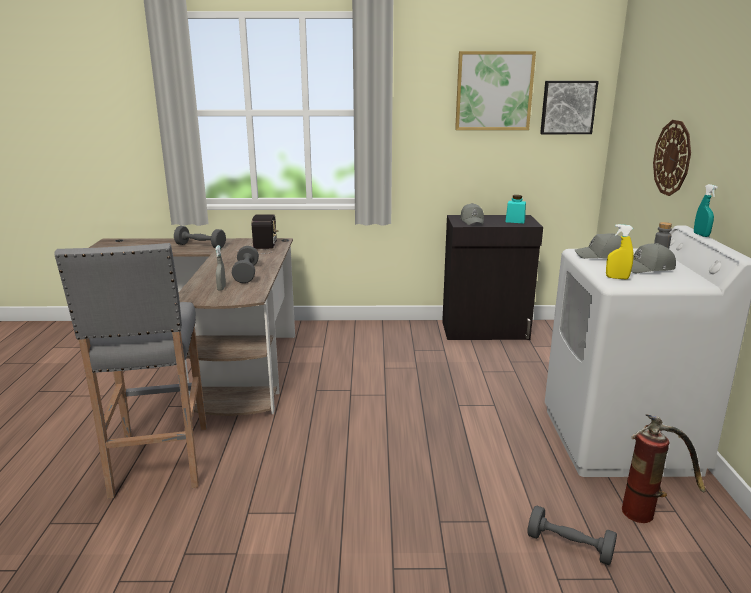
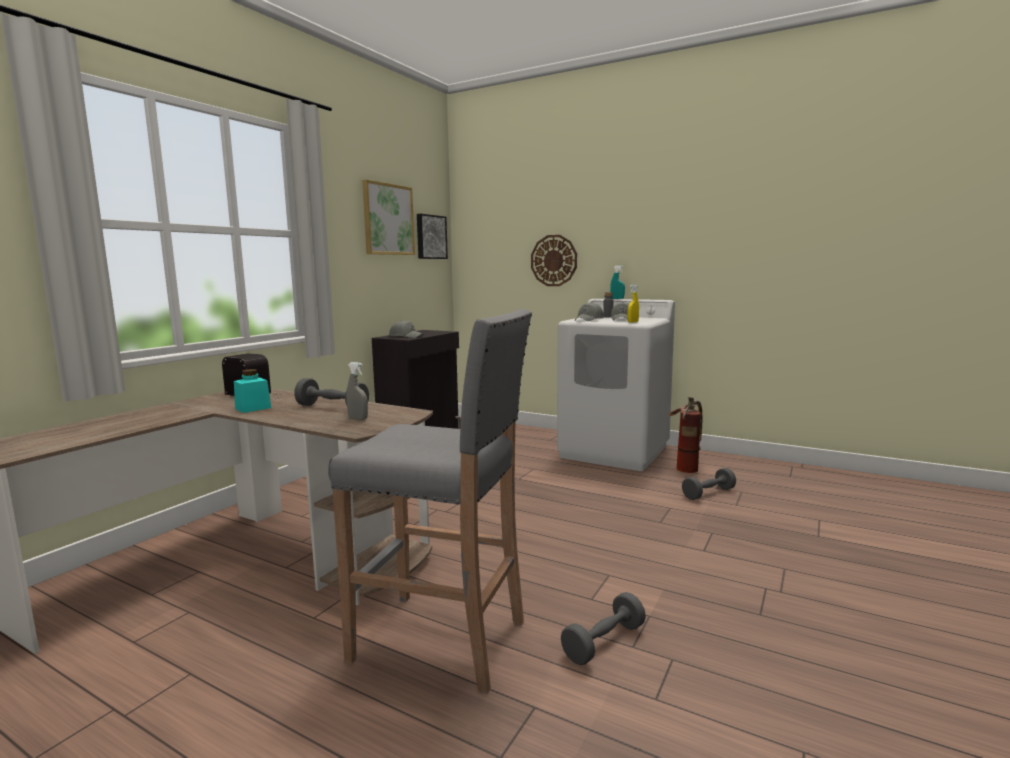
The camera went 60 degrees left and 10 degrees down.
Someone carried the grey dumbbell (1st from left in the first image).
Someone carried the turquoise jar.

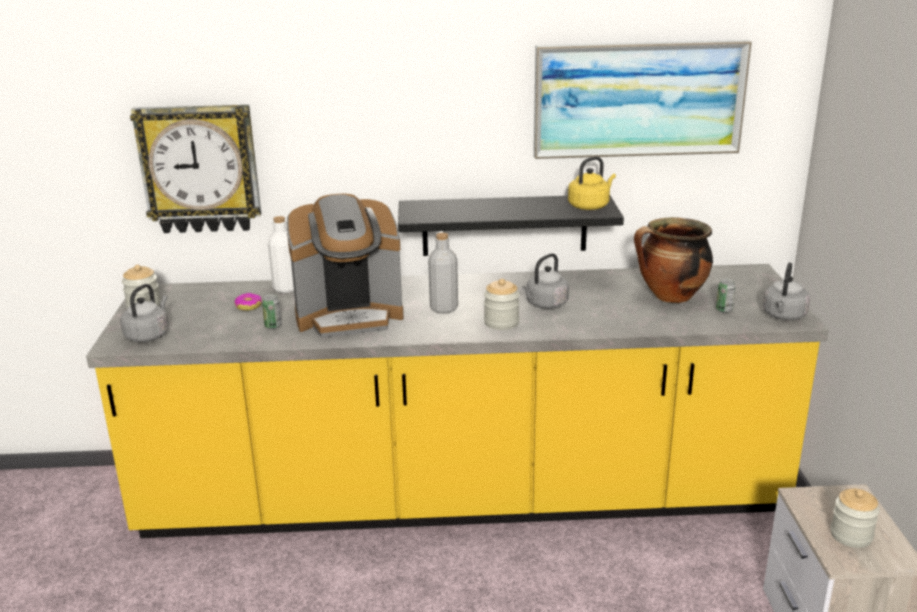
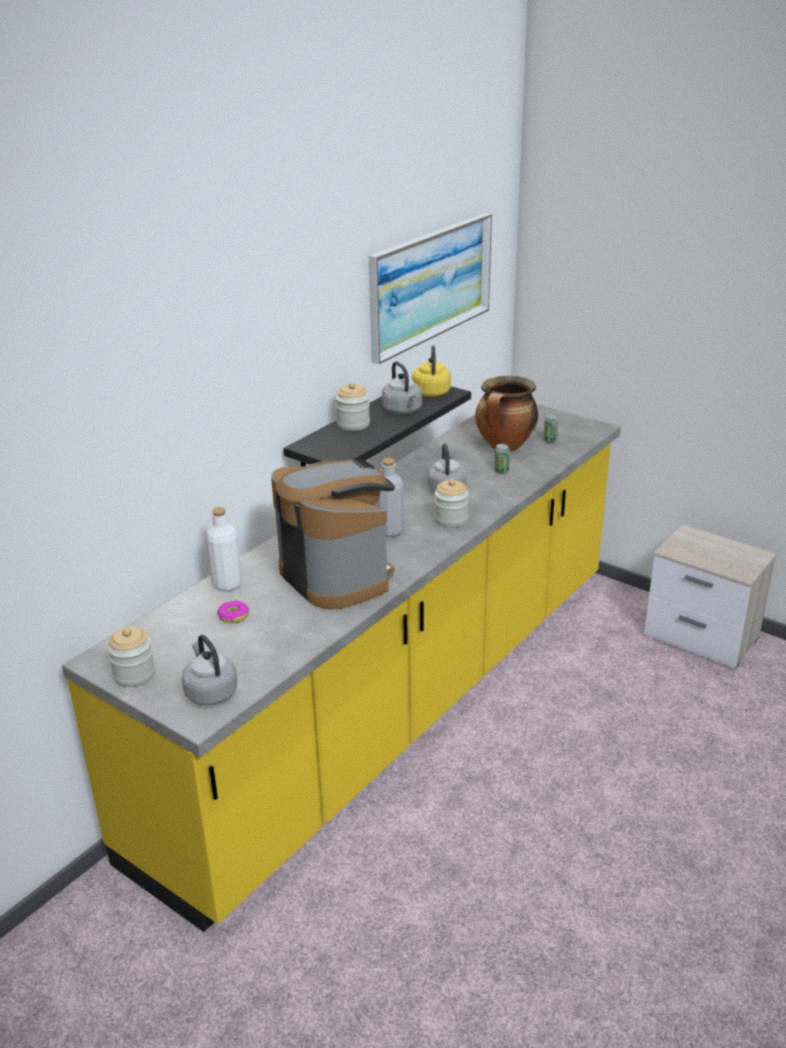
The camera went 50 degrees left and 5 degrees up.
Someone took away the wall clock.
Someone carried the can (1st from left).
Someone carried the grey kettle (3rd from left in the first image).
Someone carried the jar (3rd from left in the first image).
Someone rotated the coffee machine by 60 degrees counterclockwise.

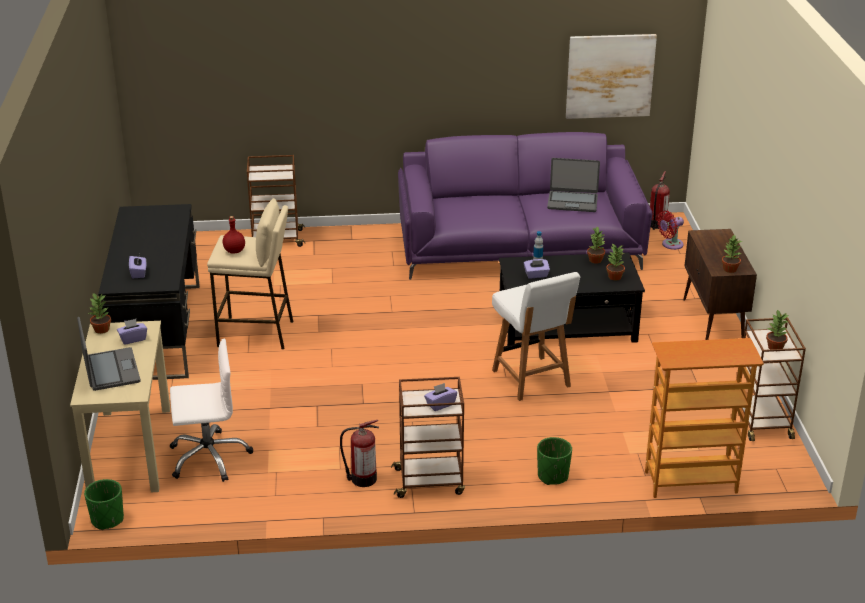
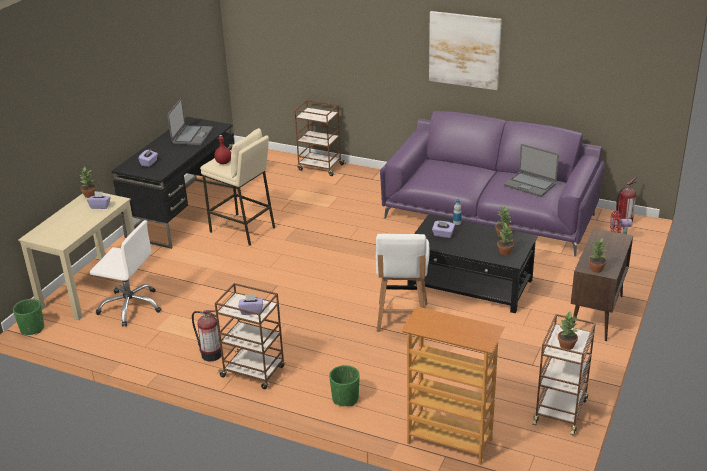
The camera went 30 degrees right and 0 degrees up.
Someone carried the laptop (1st from left).
Someone carried the picture.

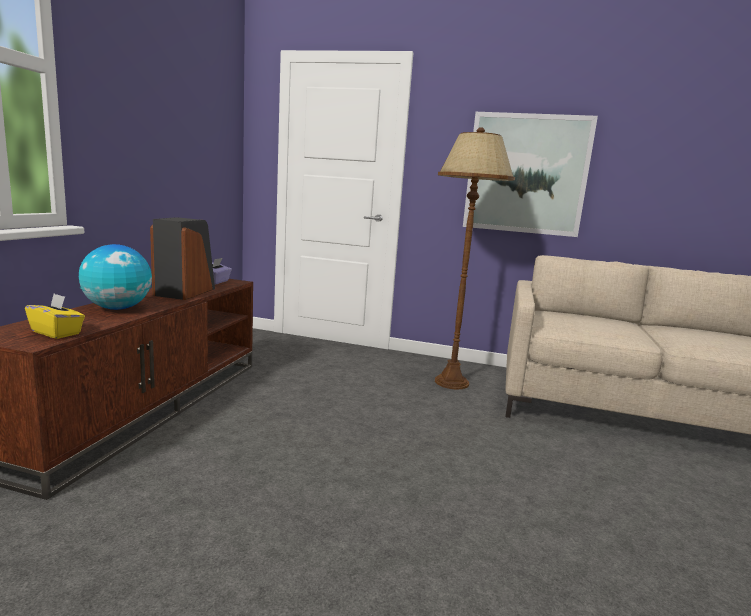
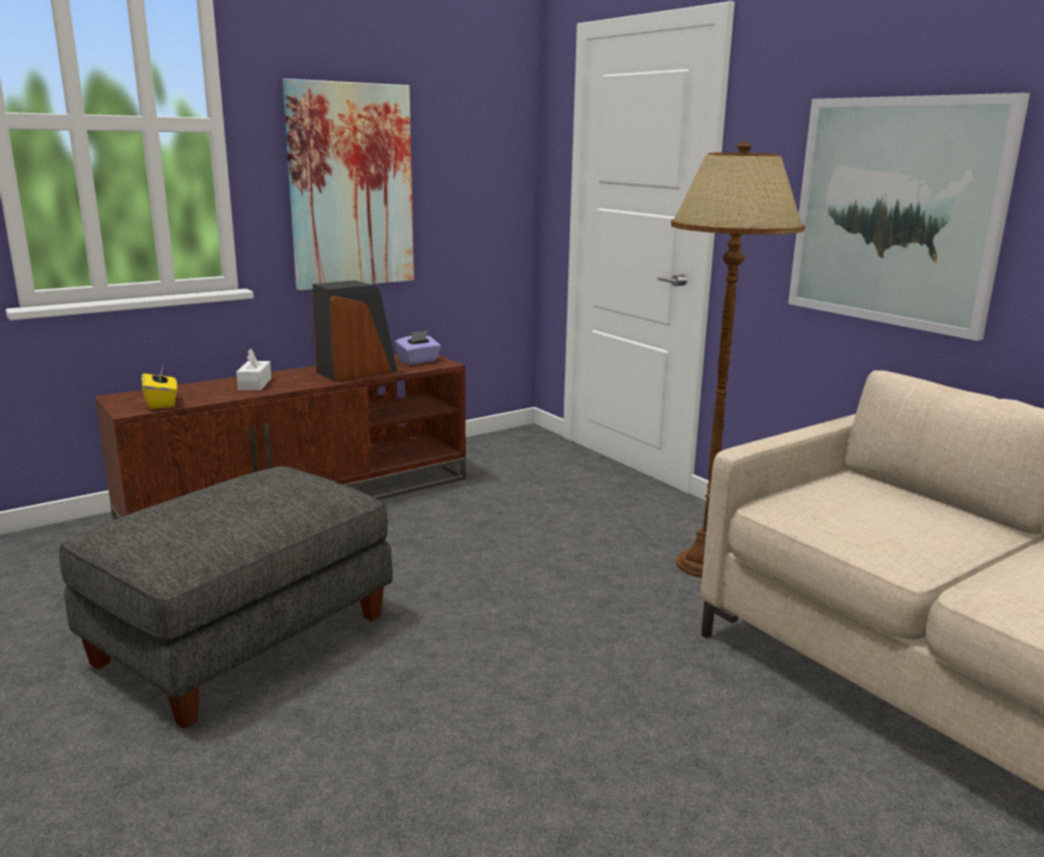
The camera went 40 degrees right and 5 degrees up.
Someone put down the grey ottoman.
Someone put up the picture (1st from left).
Someone swapped the globe for the white tissue box.

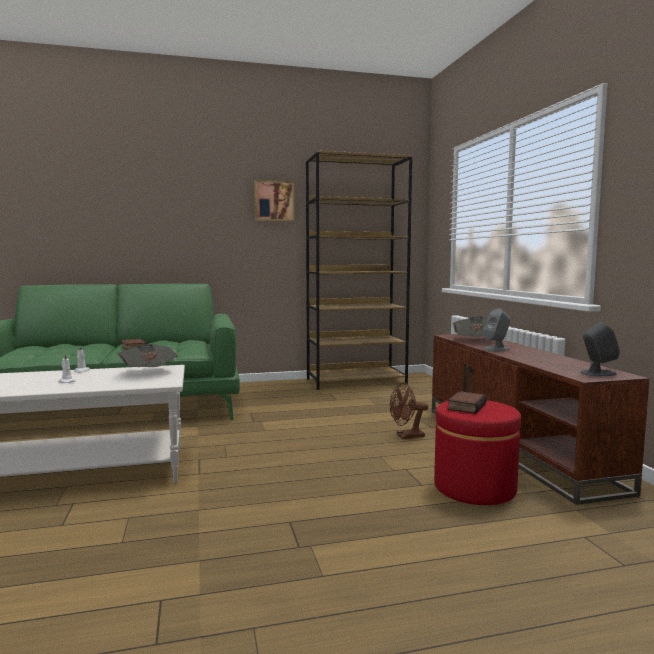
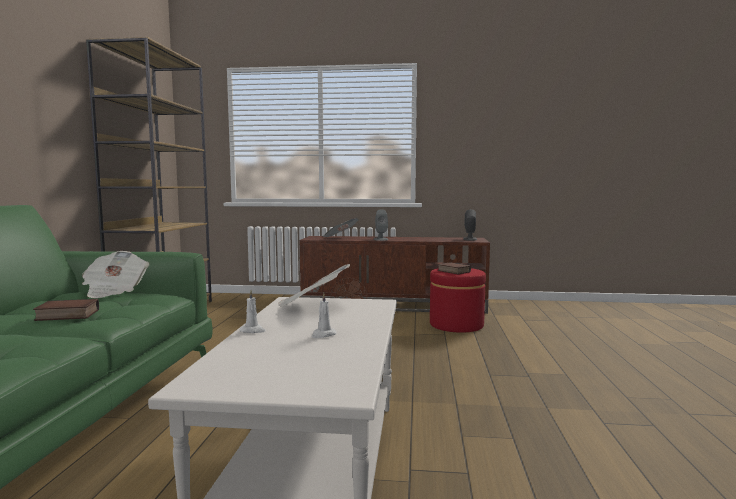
The camera went 70 degrees left and 0 degrees up.
Someone took away the picture.
Someone put down the newspaper (1st from left).

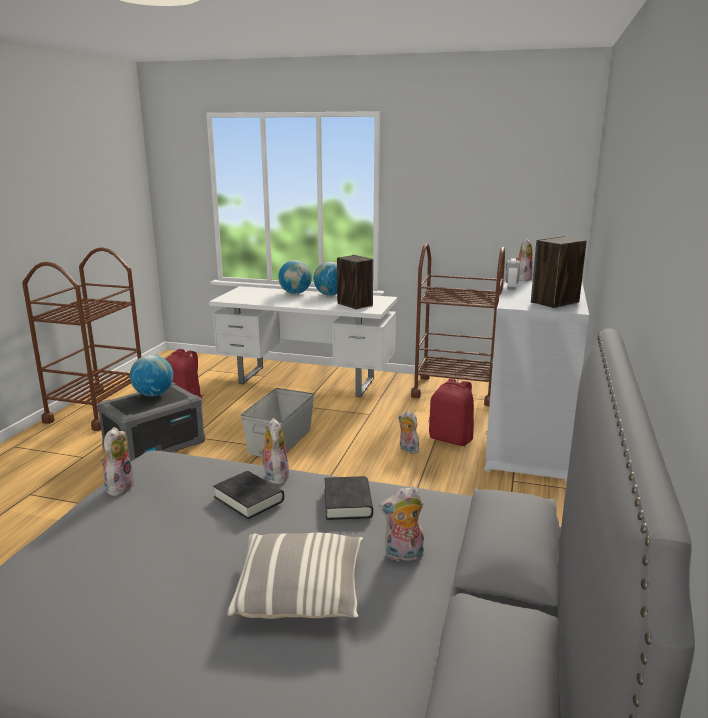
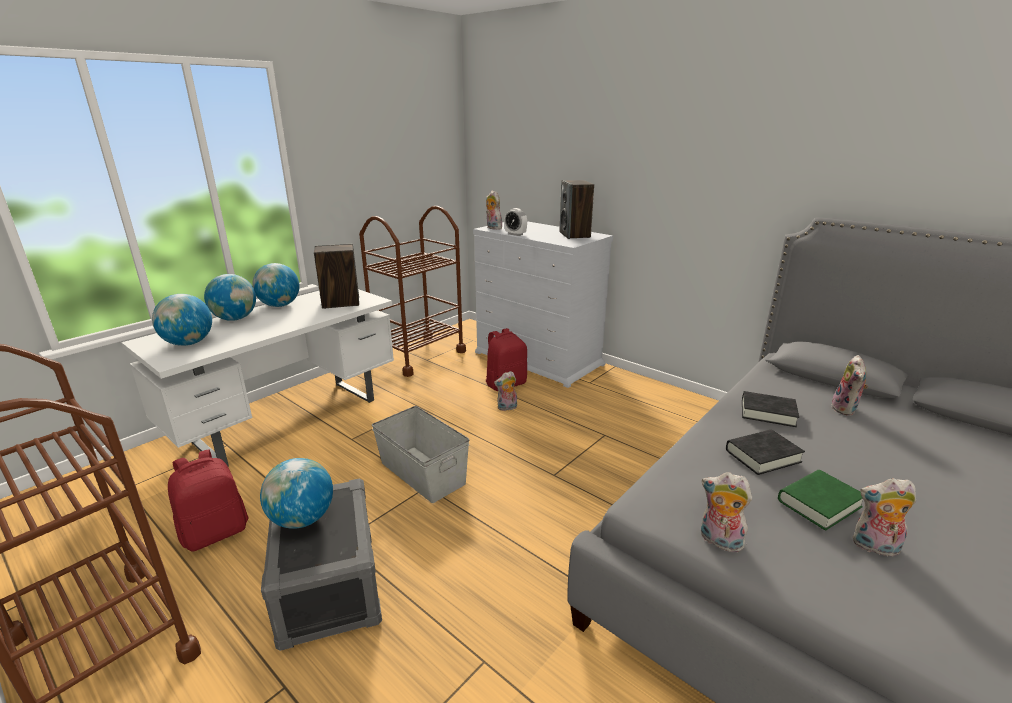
The camera went 65 degrees left and 5 degrees up.
Someone took away the pillow.
Someone put down the globe (1st from left).
Someone put down the green book.
Someone carried the plush toy (2nd from left in the first image).

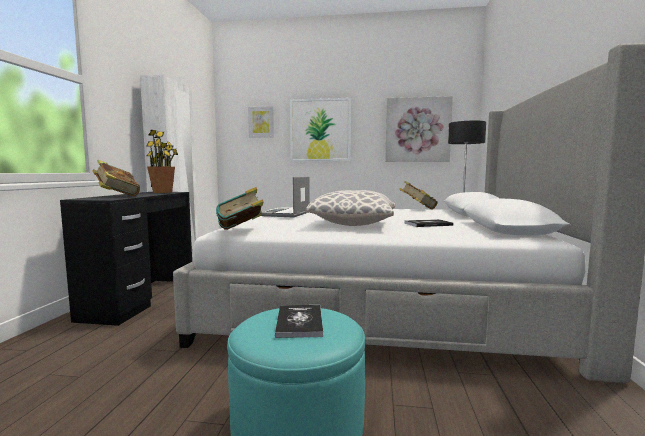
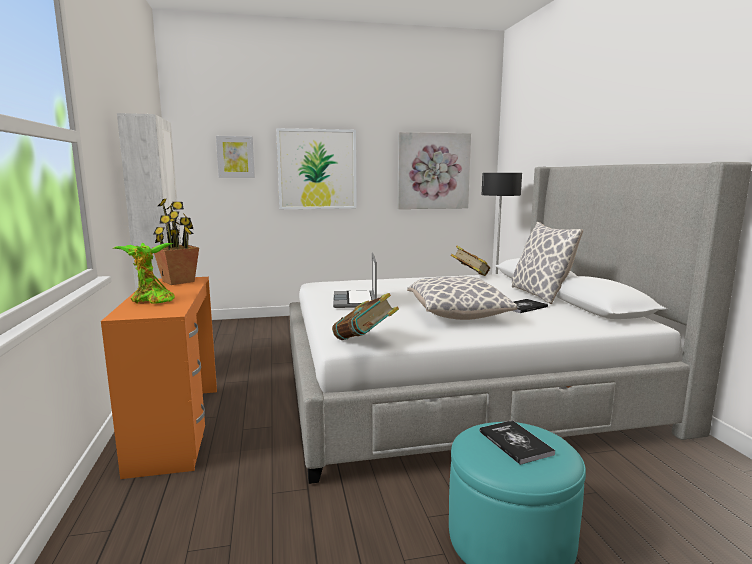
The camera went 20 degrees left and 5 degrees up.
Someone put down the pillow (2nd from left).
Someone swapped the book (1st from left) for the potted plant (1st from left).
Someone repainted the black desk, which became the orange desk.

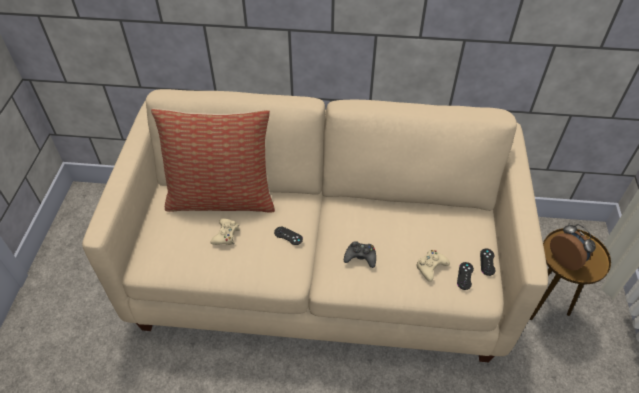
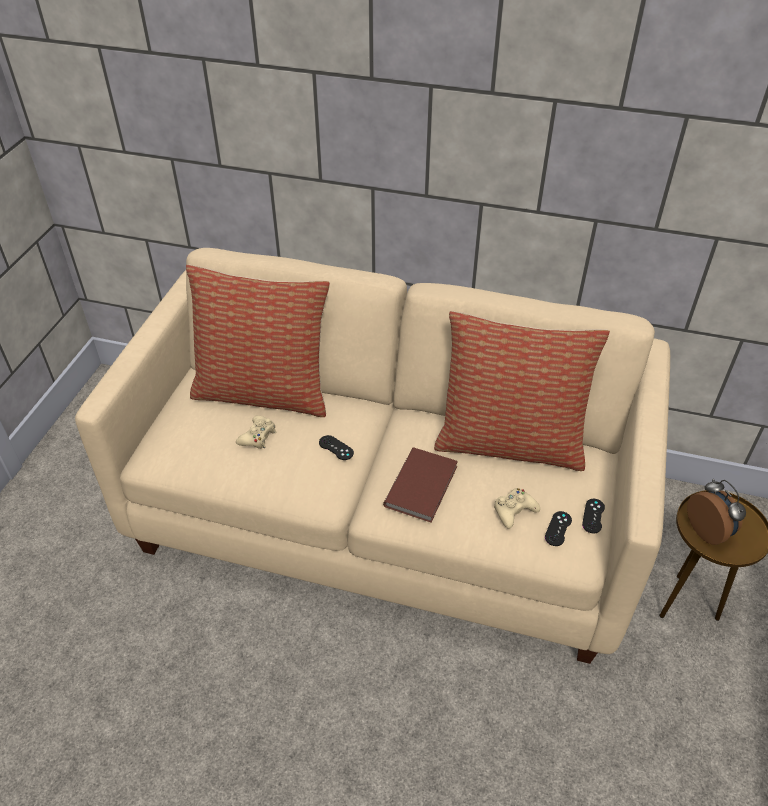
The camera went 10 degrees right and 5 degrees down.
Someone put down the pillow (2nd from left).
Someone swapped the black game controller (2nd from left) for the brown book.

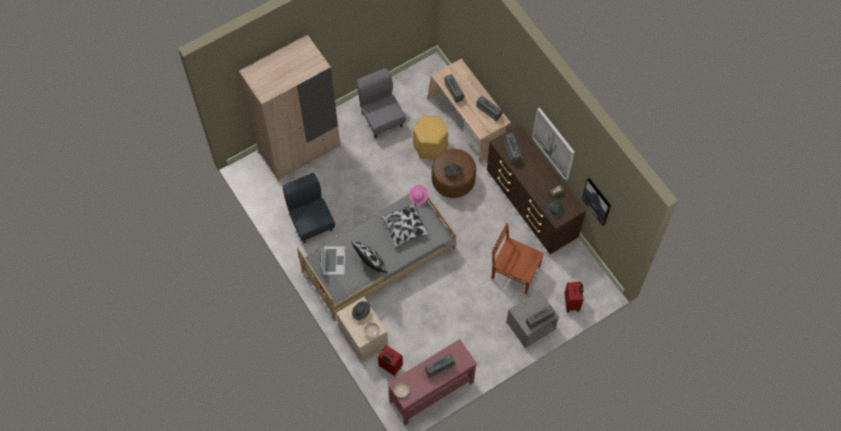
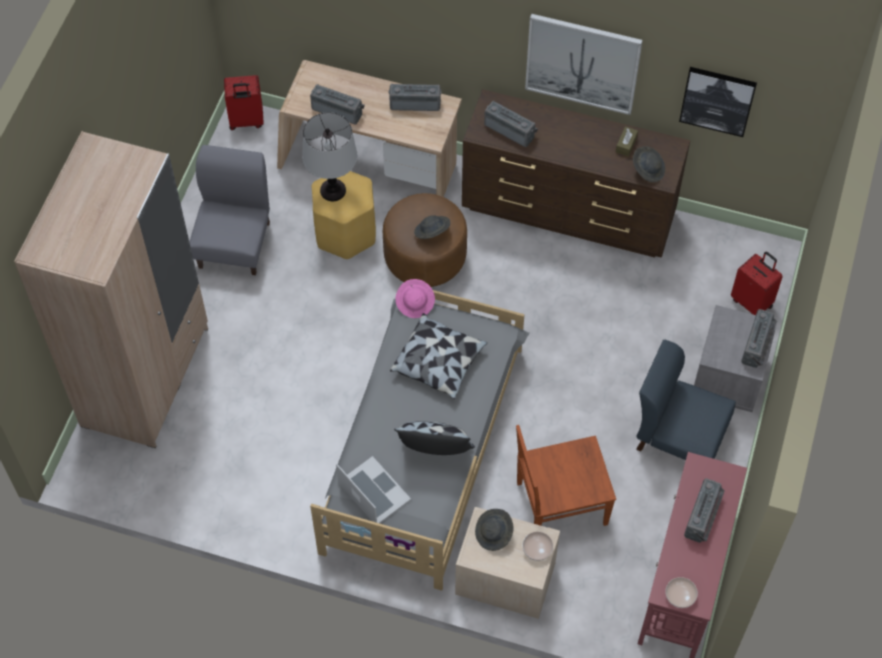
The camera went 40 degrees left and 5 degrees down.
Someone put down the table lamp.
Someone carried the blue chair.
Someone carried the red suitcase (1st from left).
Someone carried the brown chair.
Someone rotated the grey chair by 75 degrees clockwise.

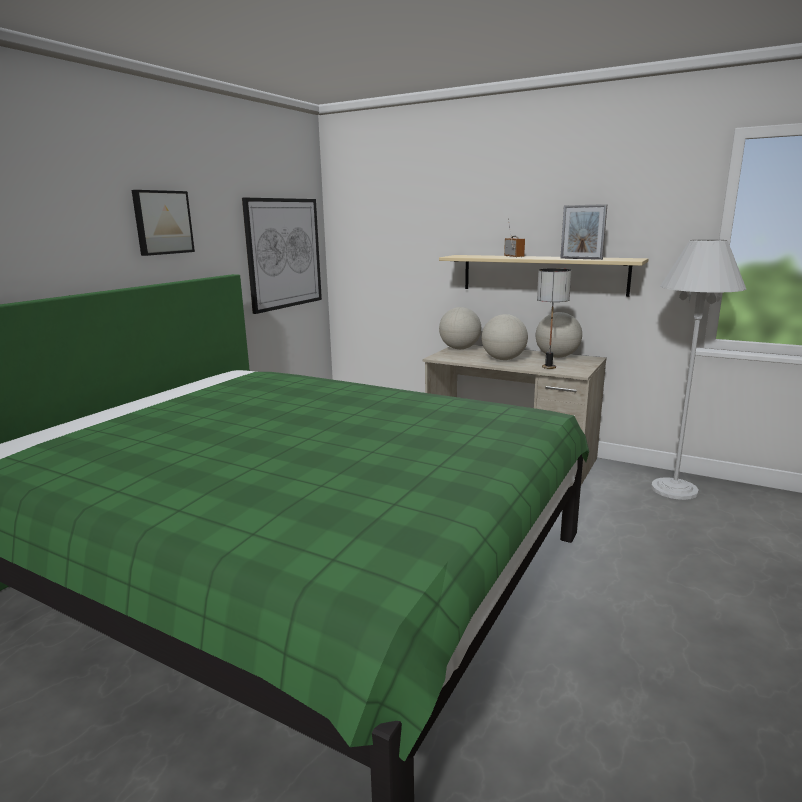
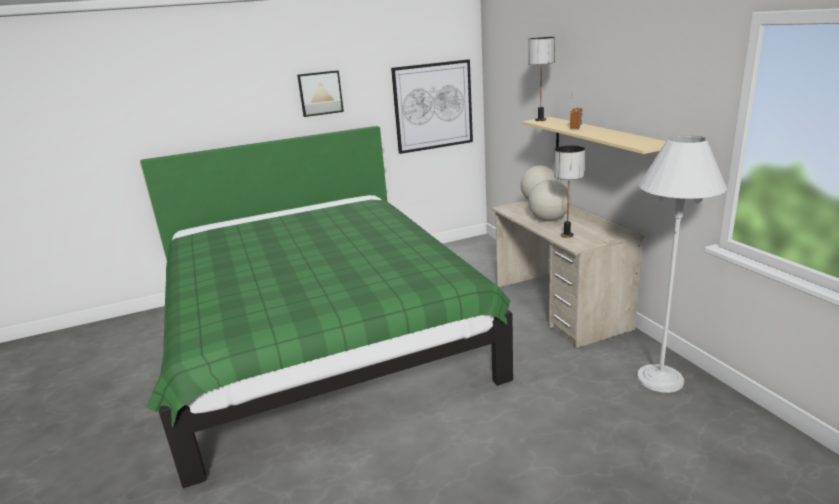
The camera went 40 degrees right and 5 degrees up.
Someone took away the globe (3rd from left).
Someone took away the picture frame.
Someone put down the table lamp (1st from left).

